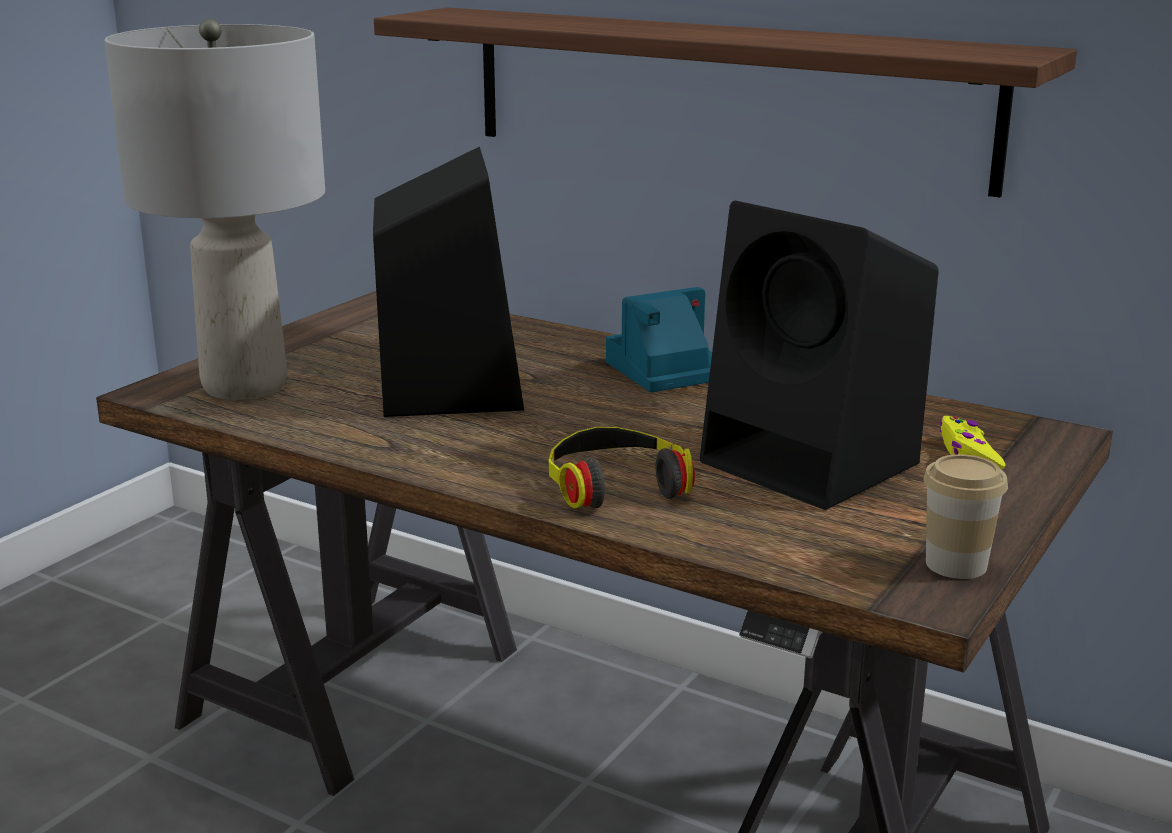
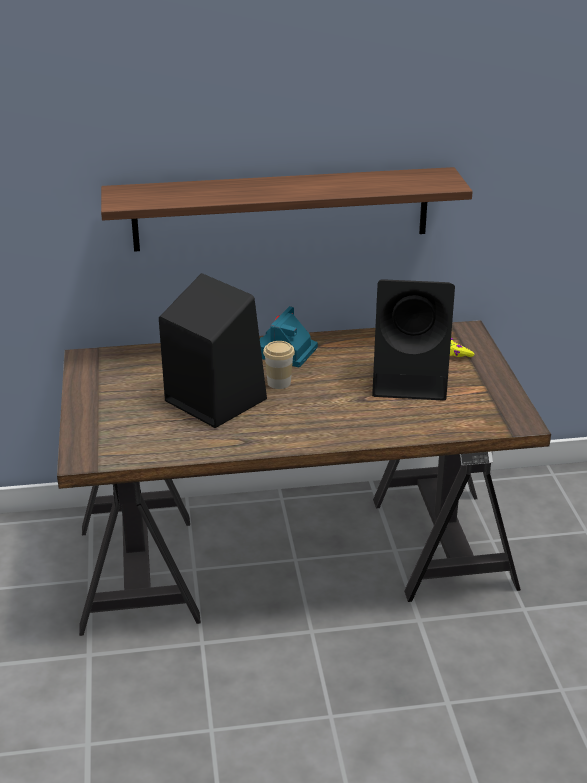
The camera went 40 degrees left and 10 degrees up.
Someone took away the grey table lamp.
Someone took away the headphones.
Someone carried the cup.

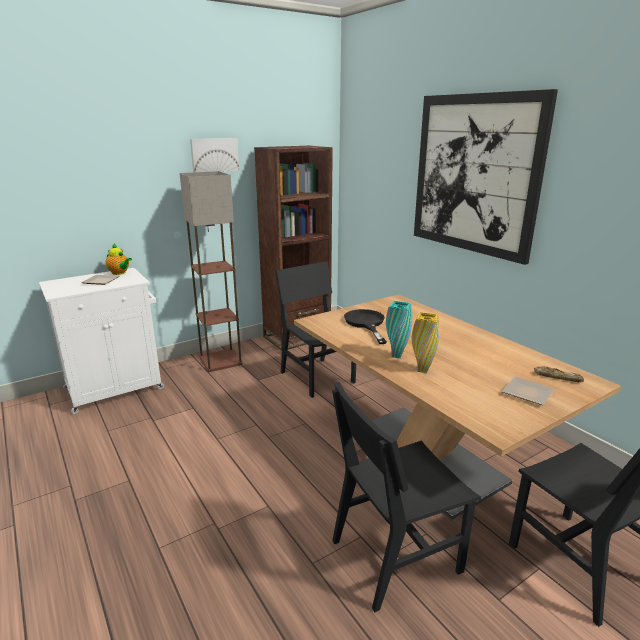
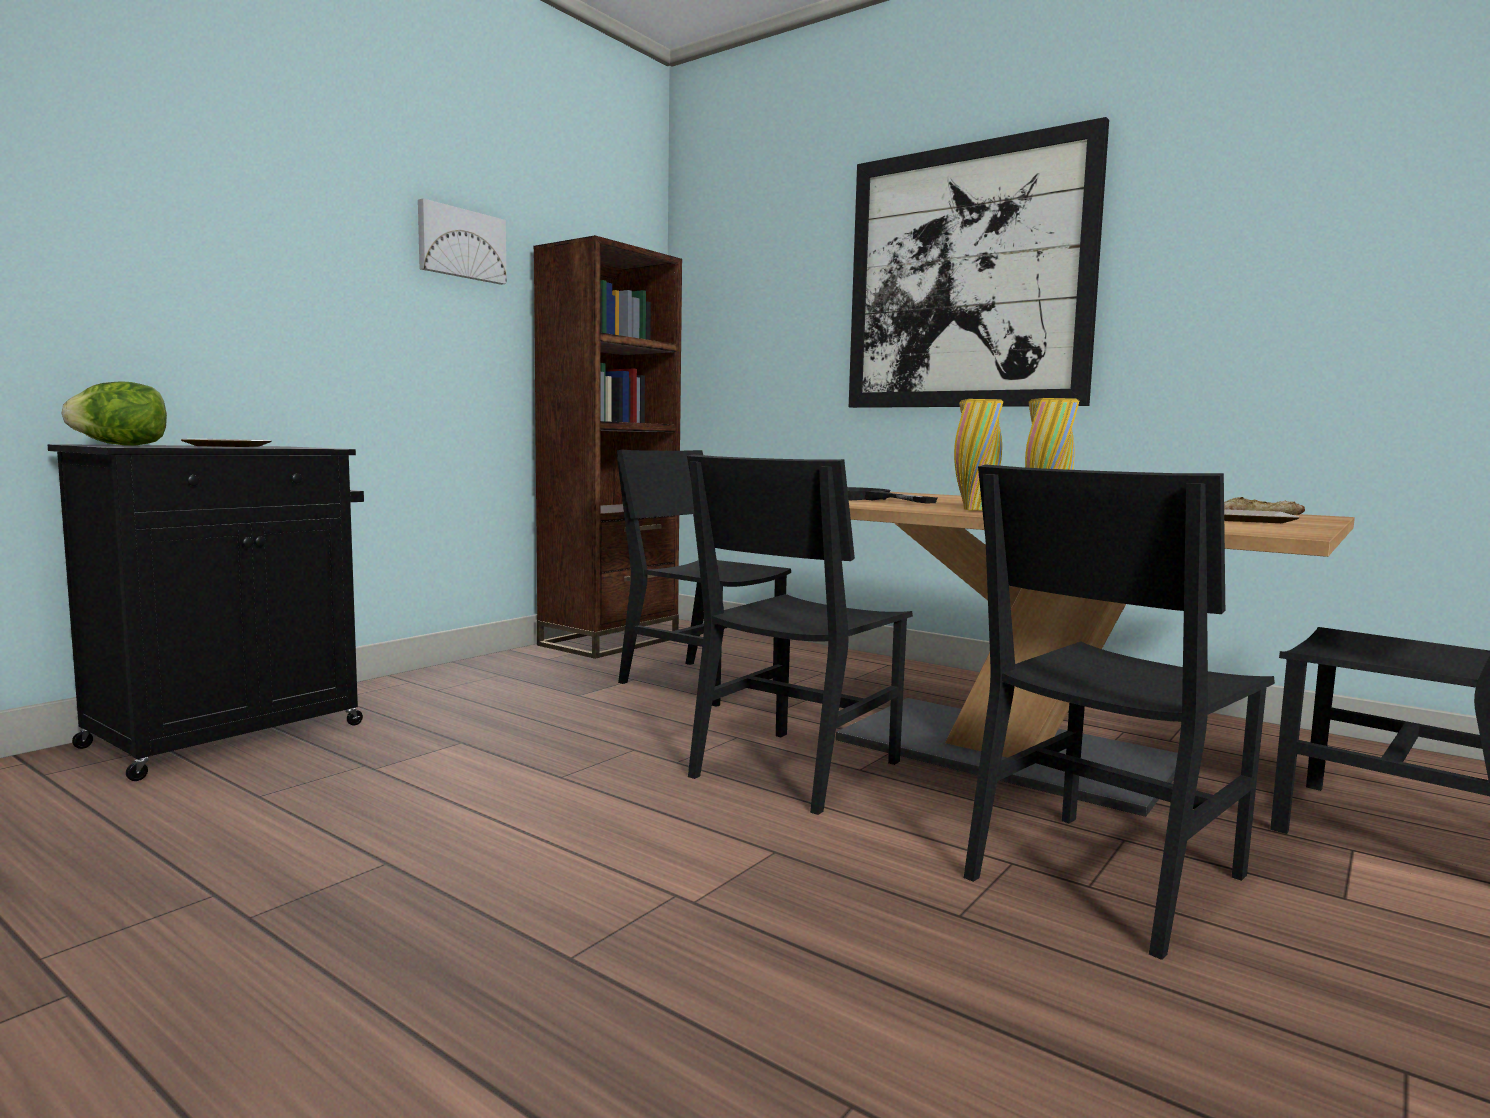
The camera went 20 degrees left and 15 degrees down.
Someone took away the teapot.
Someone took away the floor lamp.
Someone put down the lettuce.
Someone put down the black chair (2nd from left).
Someone repainted the white cabinet, which became the black cabinet.
Someone repainted the turquoise vase, which became the yellow vase (1st from left).

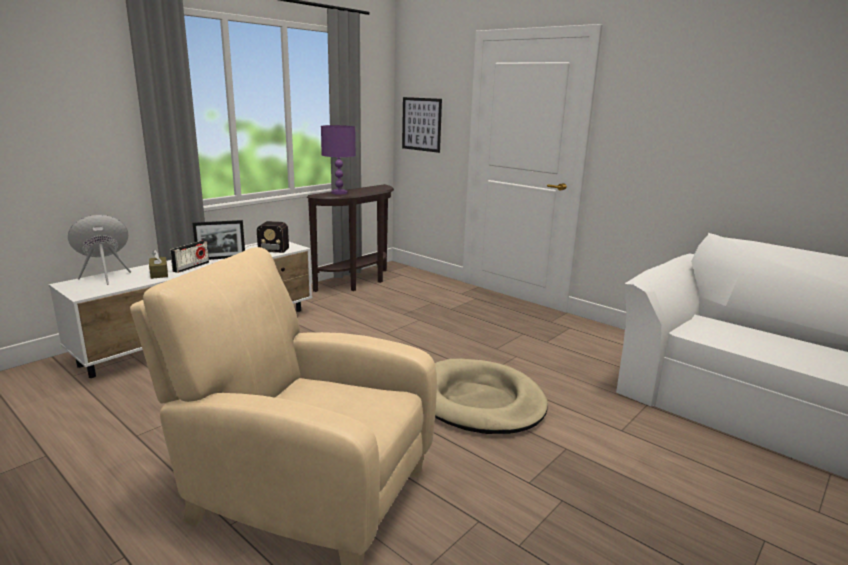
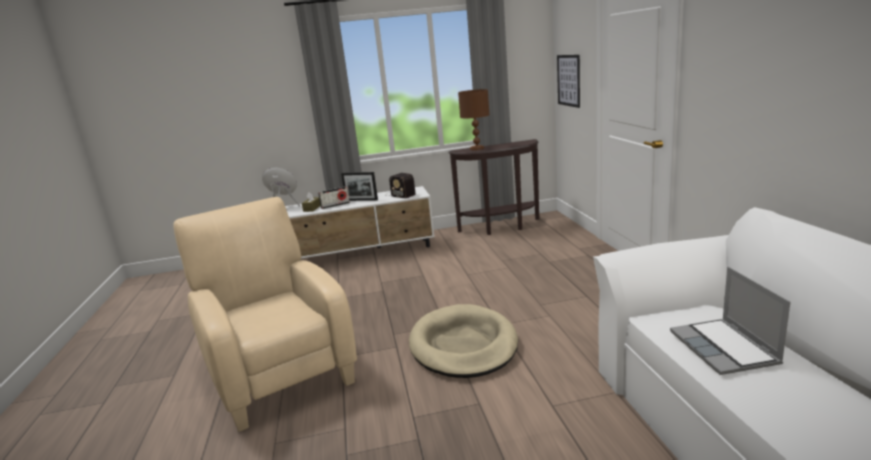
The camera went 40 degrees right and 0 degrees up.
Someone put down the laptop.
Someone repainted the purple table lamp, which became the brown table lamp.

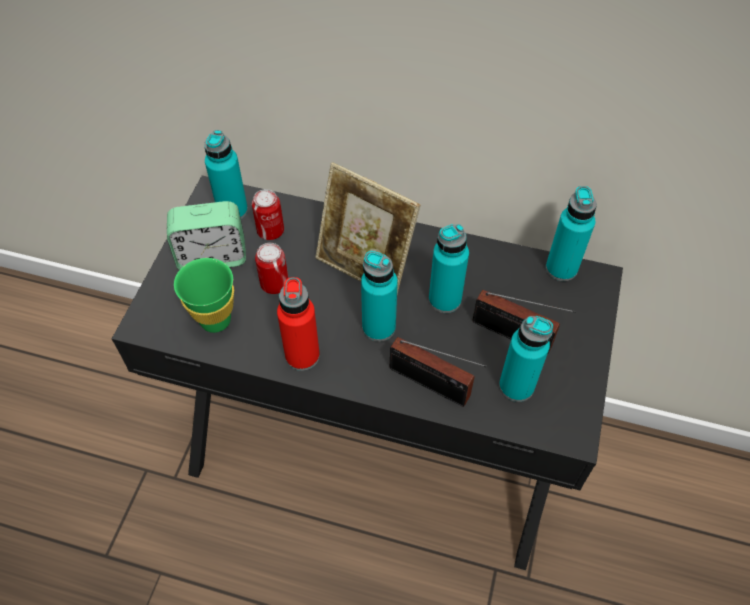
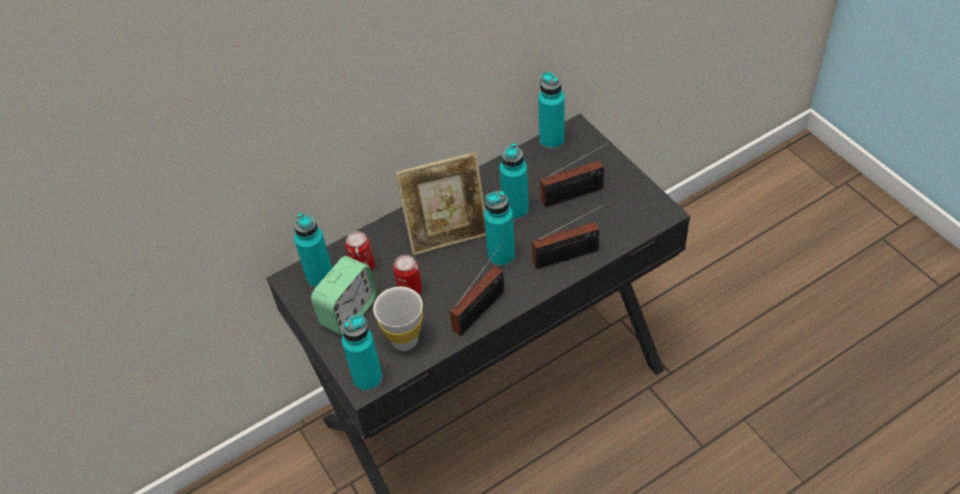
The camera went 45 degrees left and 5 degrees down.
Someone carried the turquoise bottle (4th from left in the first image).
Someone swapped the red bottle for the radio (1st from left).
Someone repainted the green cup, which became the white cup.

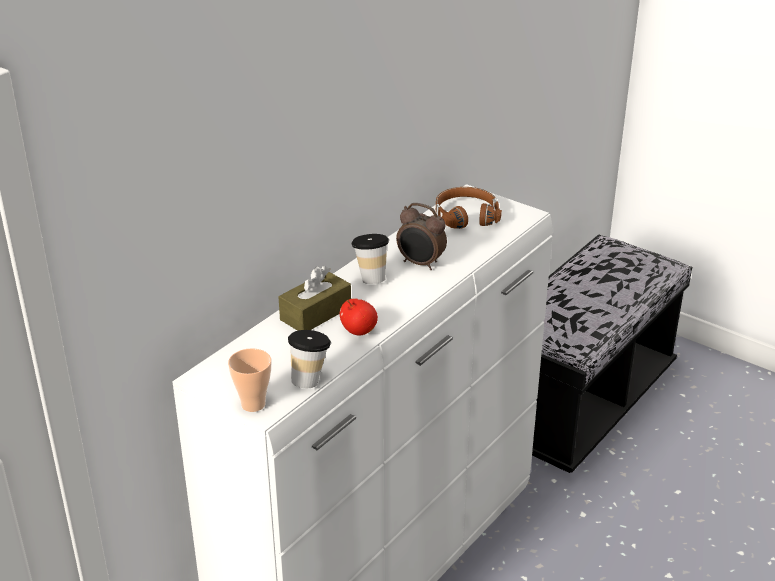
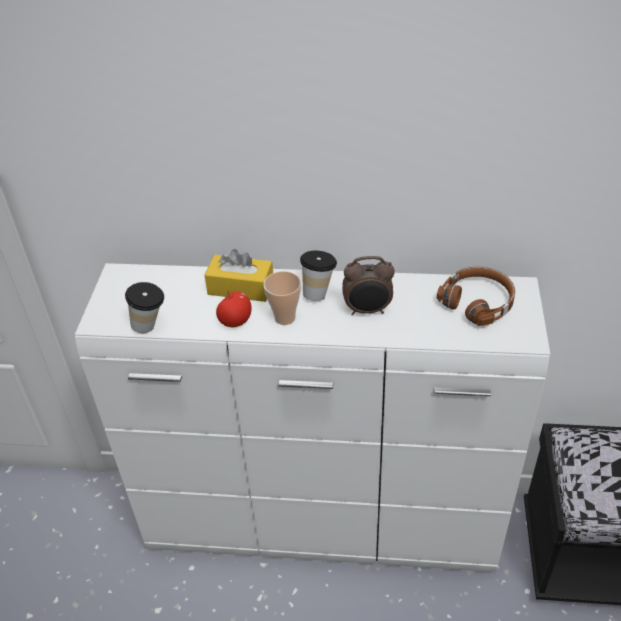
The camera went 60 degrees right and 10 degrees up.
Someone carried the cup (1st from left in the first image).
Someone repainted the brown tissue box, which became the yellow tissue box.
Someone rotated the alarm clock by 90 degrees counterclockwise.

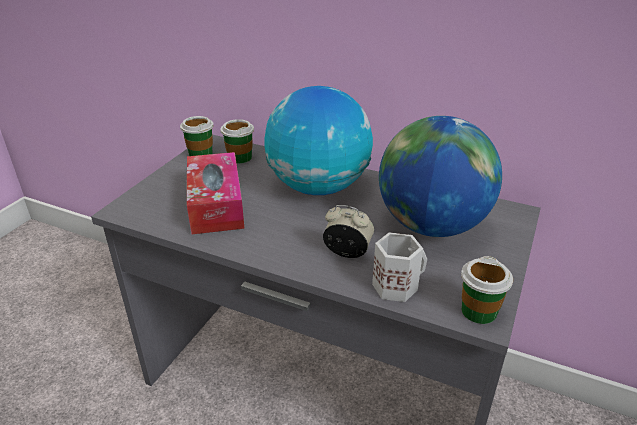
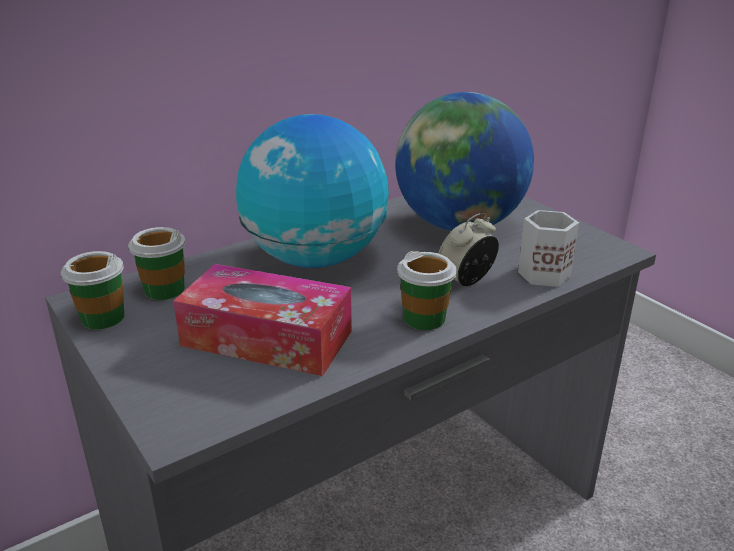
The camera went 60 degrees left and 5 degrees down.
Someone carried the cup (3rd from left).

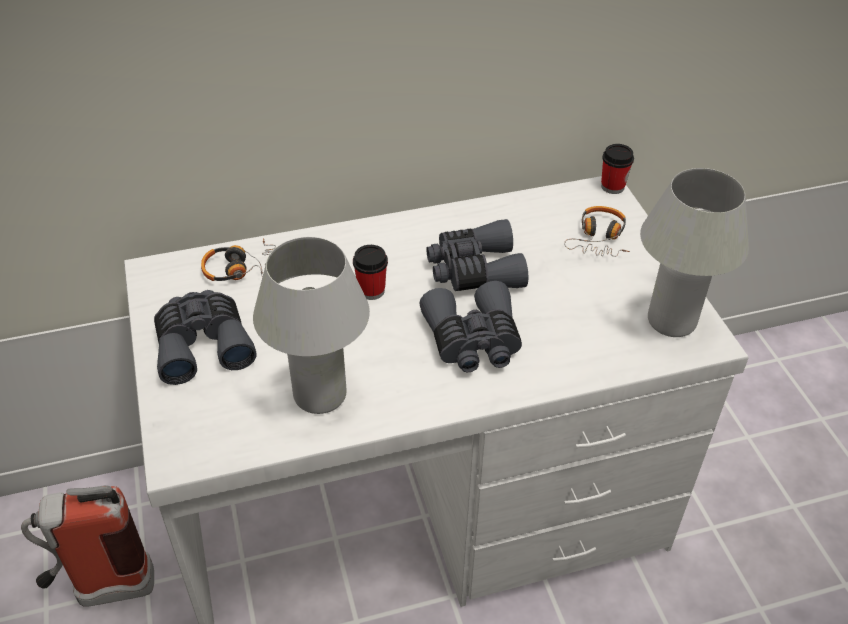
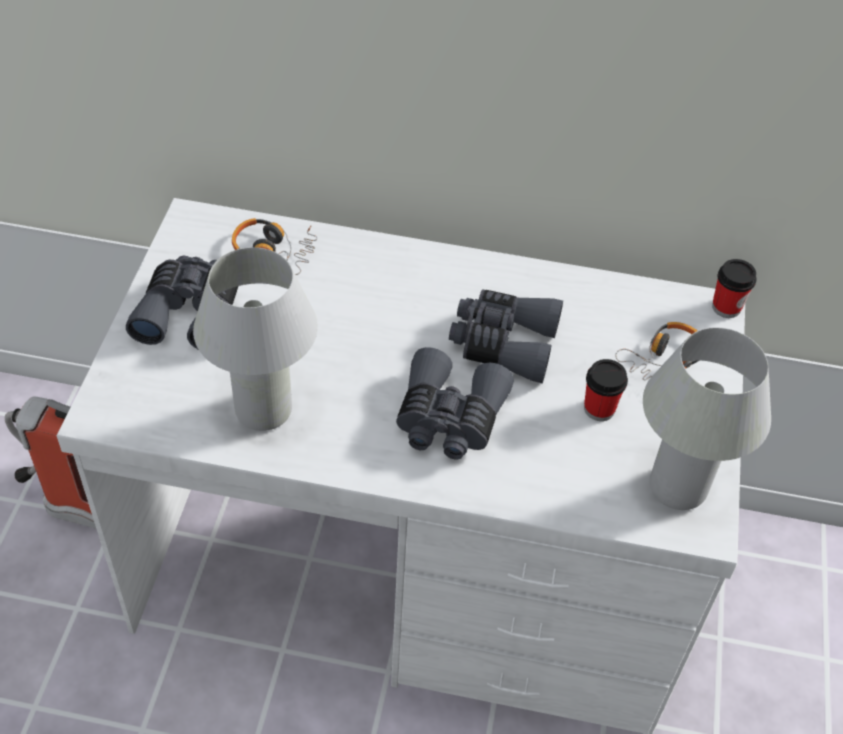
The camera went 25 degrees right and 5 degrees up.
Someone carried the cup (1st from left).

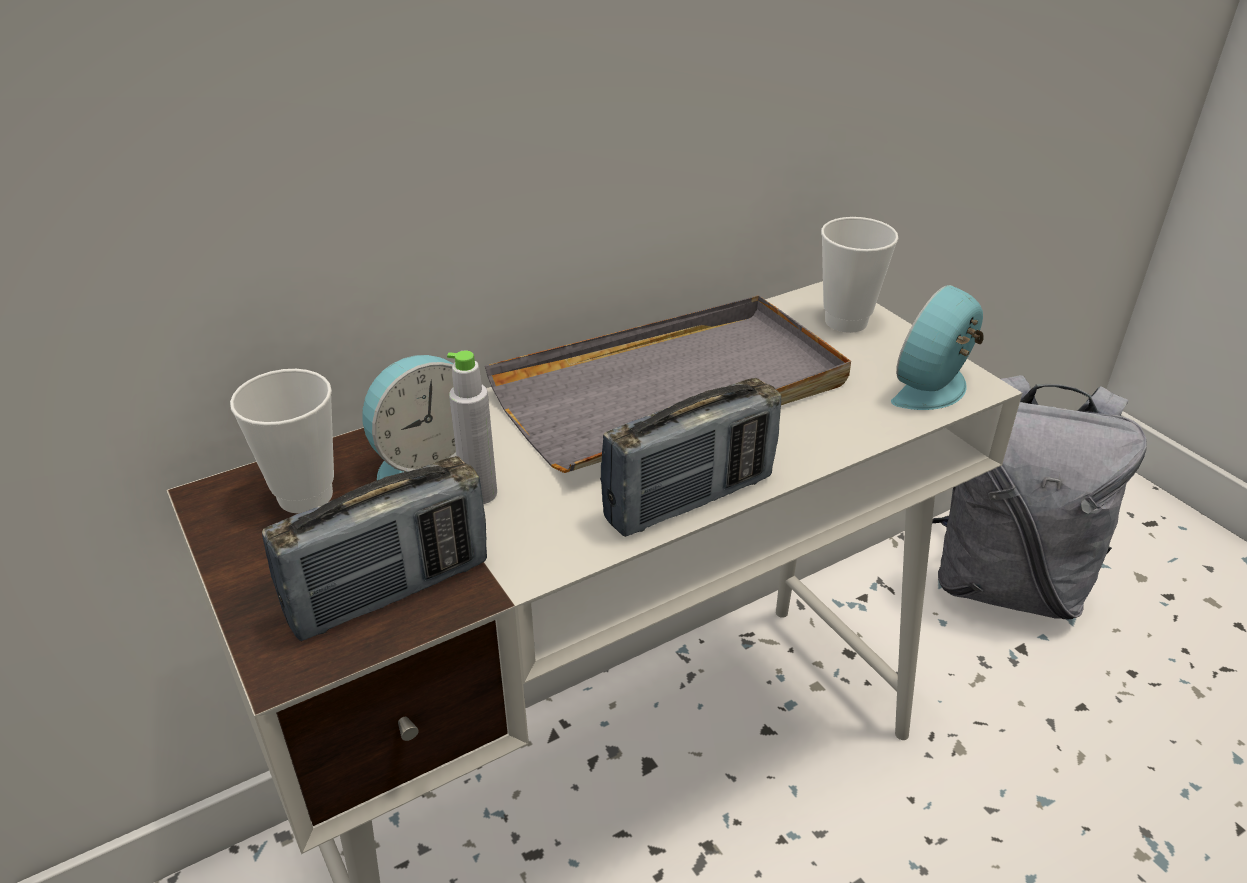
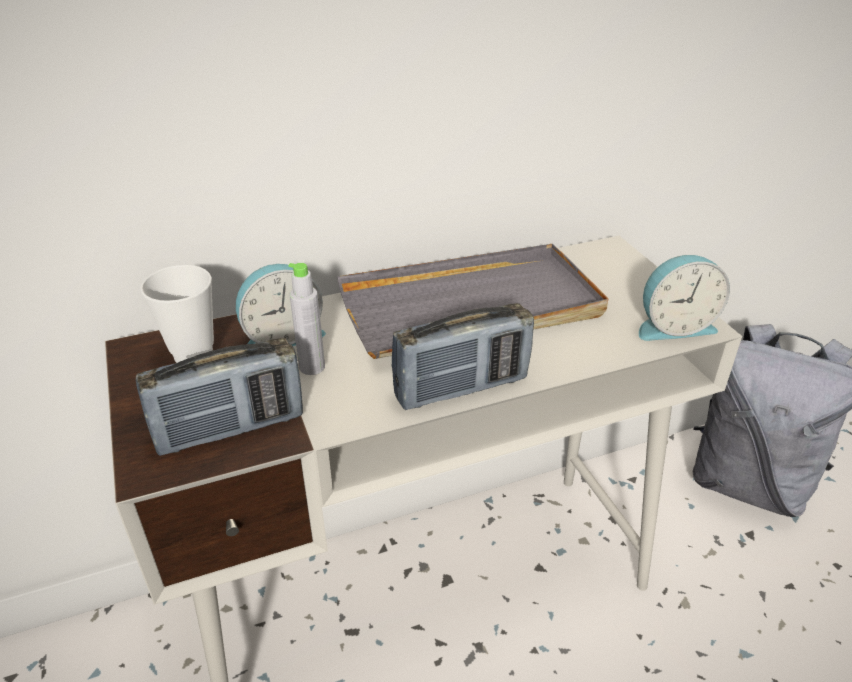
The camera went 10 degrees right and 0 degrees up.
Someone took away the cup (2nd from left).
Someone rotated the alarm clock (2nd from left) by 150 degrees counterclockwise.

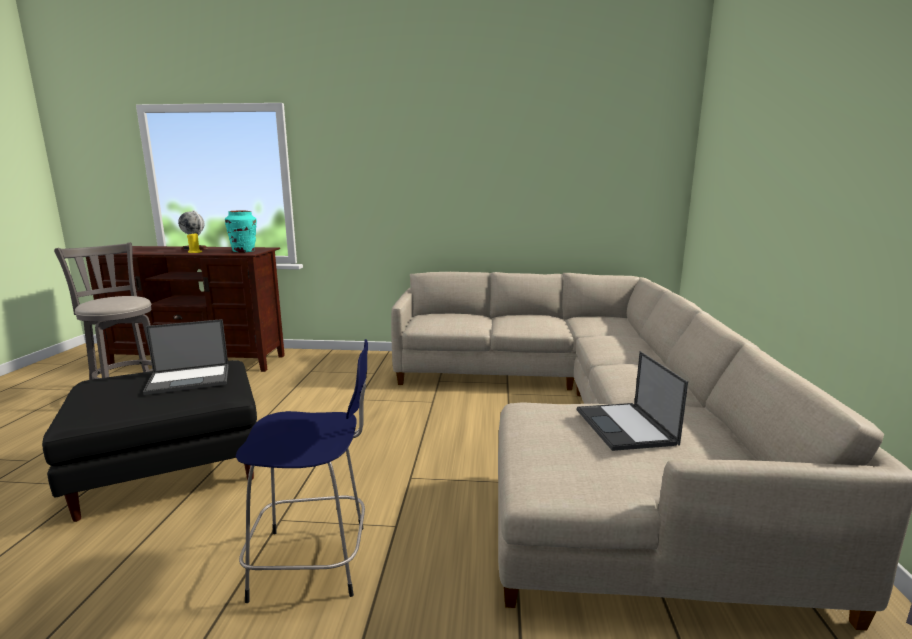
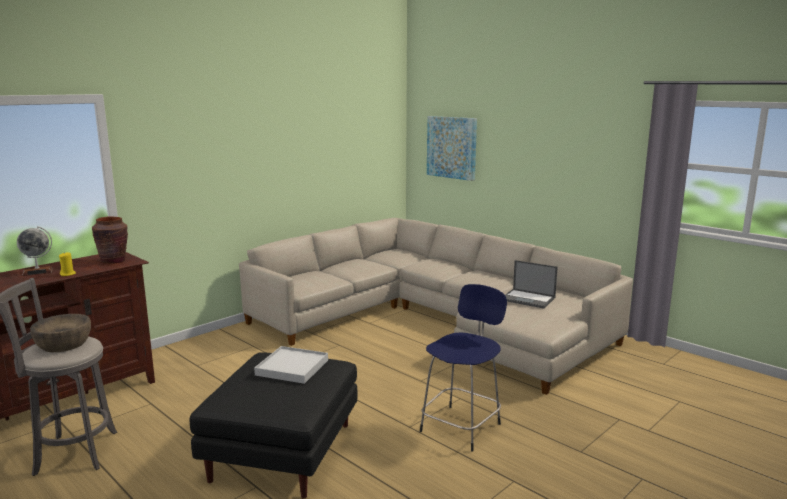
The camera went 50 degrees left and 0 degrees up.
Someone put down the brown bowl.
Someone put up the picture.
Someone swapped the laptop (1st from left) for the white tray.
Someone repainted the turquoise vase, which became the brown vase.

